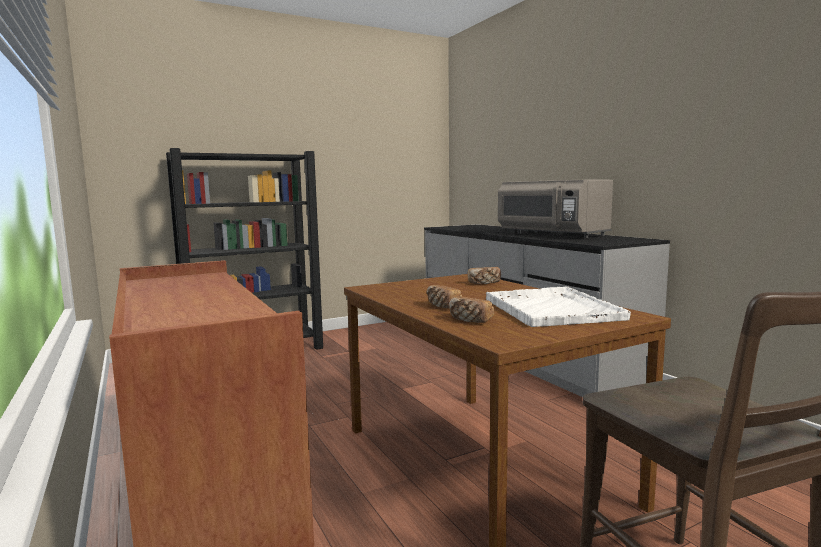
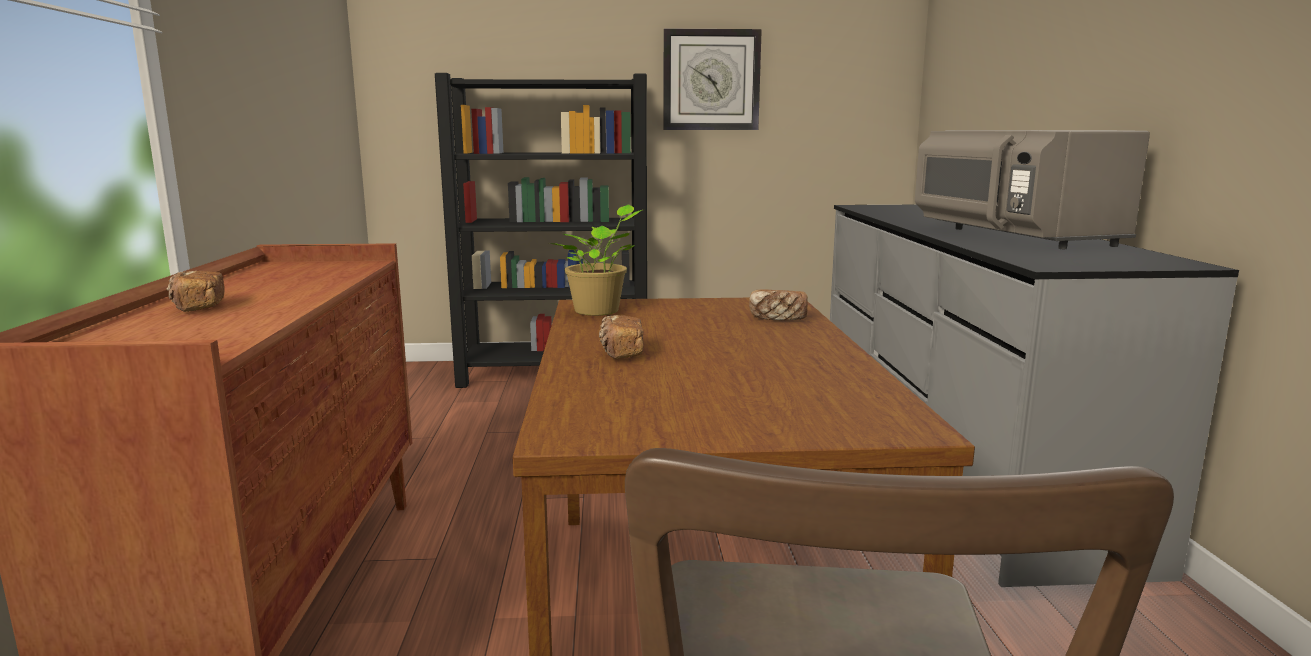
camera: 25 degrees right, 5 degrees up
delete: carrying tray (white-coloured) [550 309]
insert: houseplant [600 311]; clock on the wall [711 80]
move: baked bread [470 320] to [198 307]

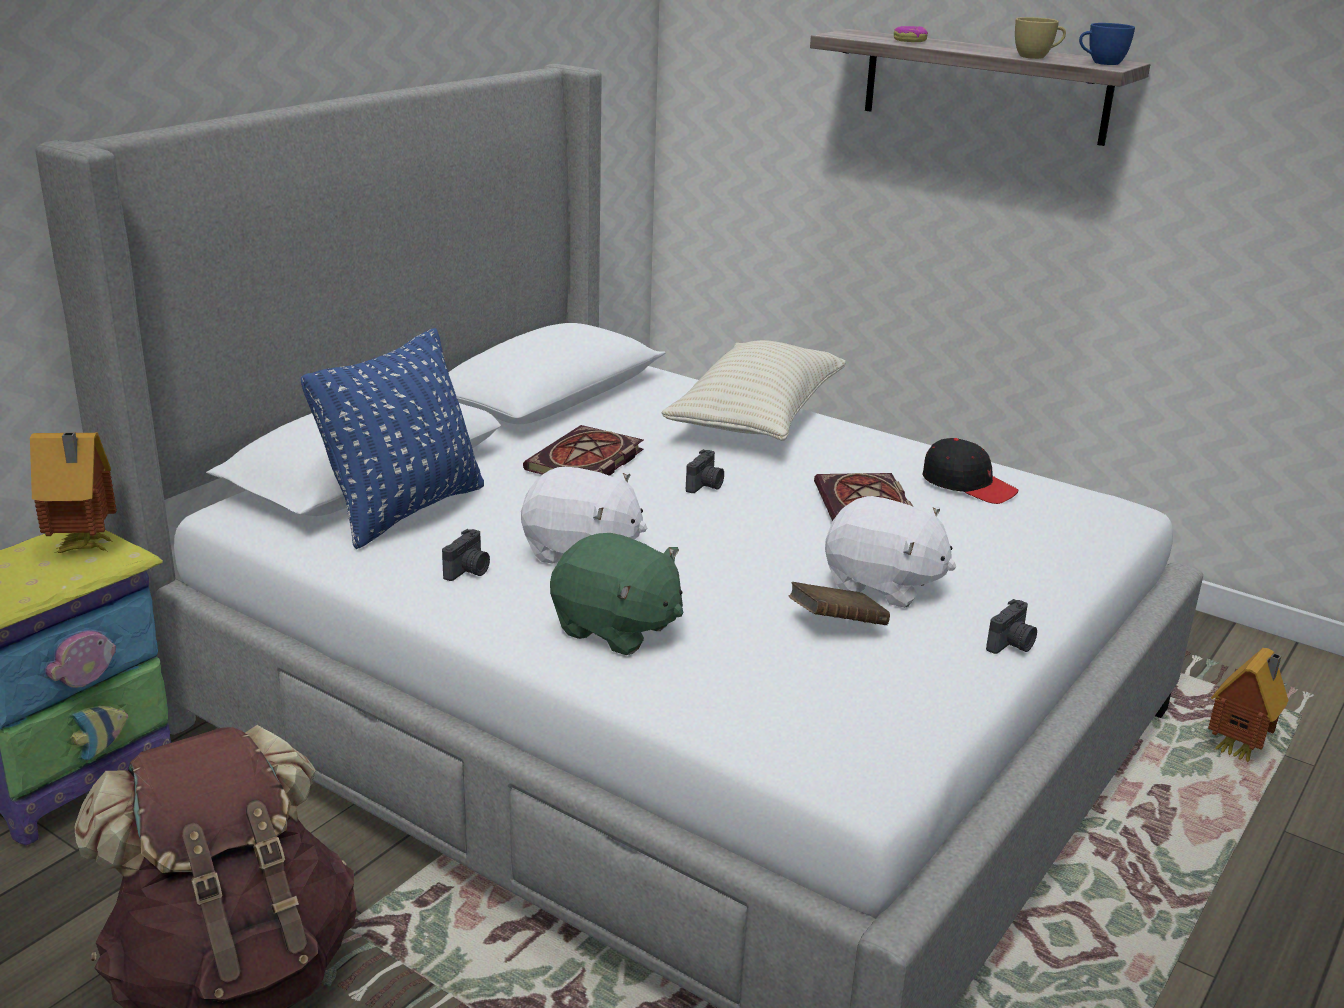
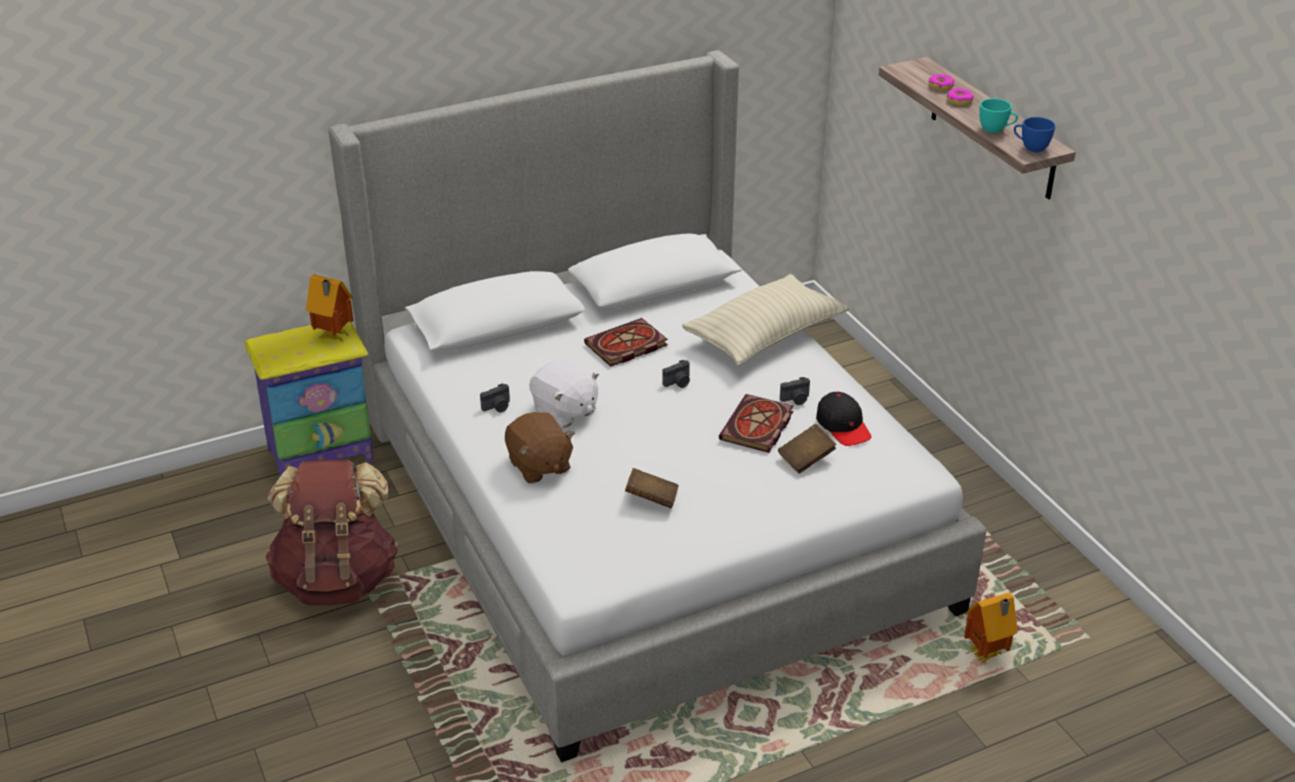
camera: 30 degrees right, 10 degrees up
delete: pillow (blue-coloured) [404 510]; cuddly toy (white-coloured) [883 585]
insert: bound book (brownish) [806 459]; doughnut [959 101]
move: still camera [1012 644] to [796 399]
recolor: cuddly toy (greenish) [616 629] to cuddly toy (brownish) [539 466]; cup (yellow-coloured) [1037 57] to cup (turquoise) [996 130]

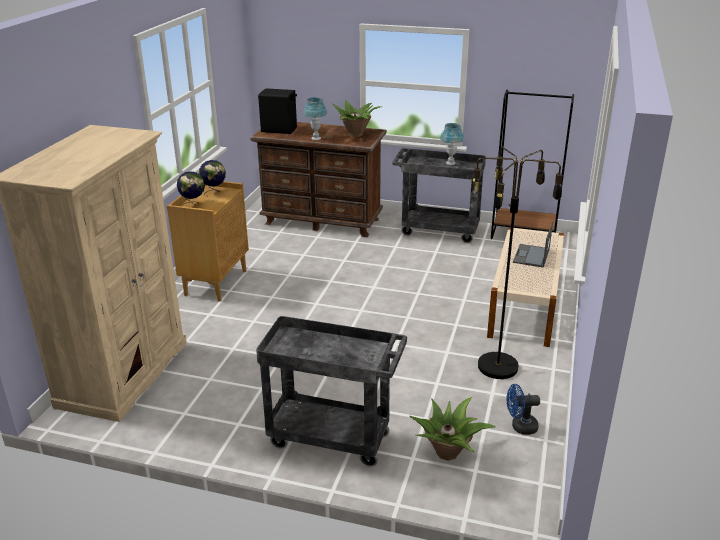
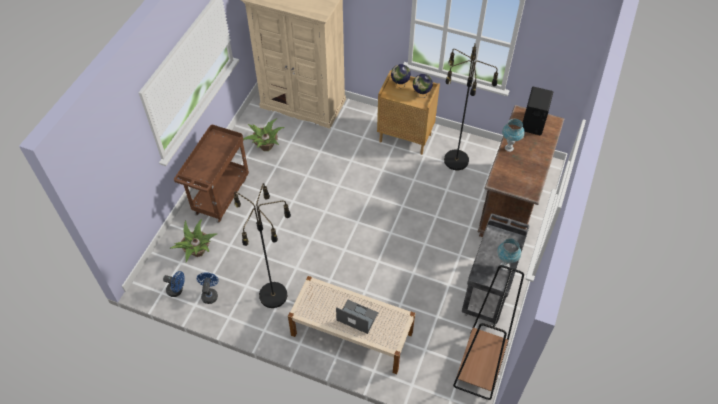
camera: 95 degrees right, 25 degrees up
insert: cooling fan (blue-coloured) [177 290]; standard lamp [455 160]
move: houseplant [356 134] to [265 147]
recolor: cart (grey) [335 442] to cart (brownish) [220 199]

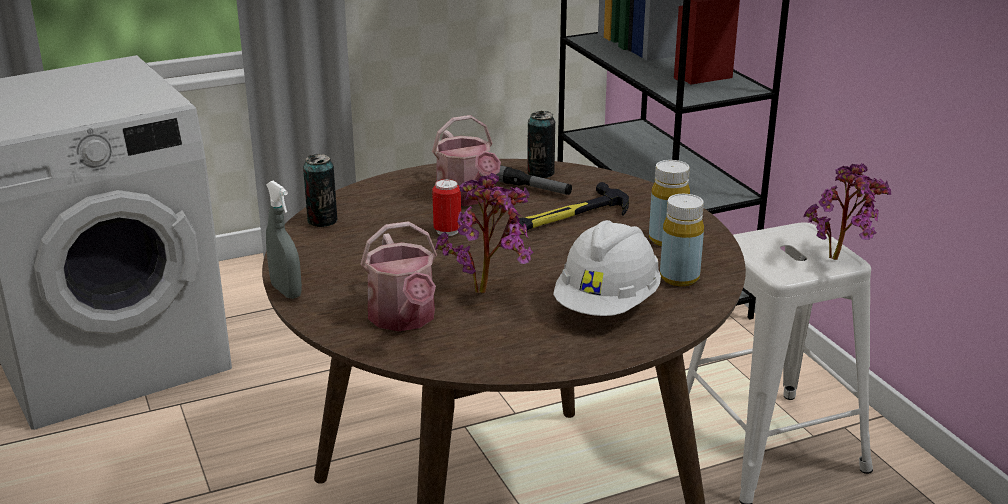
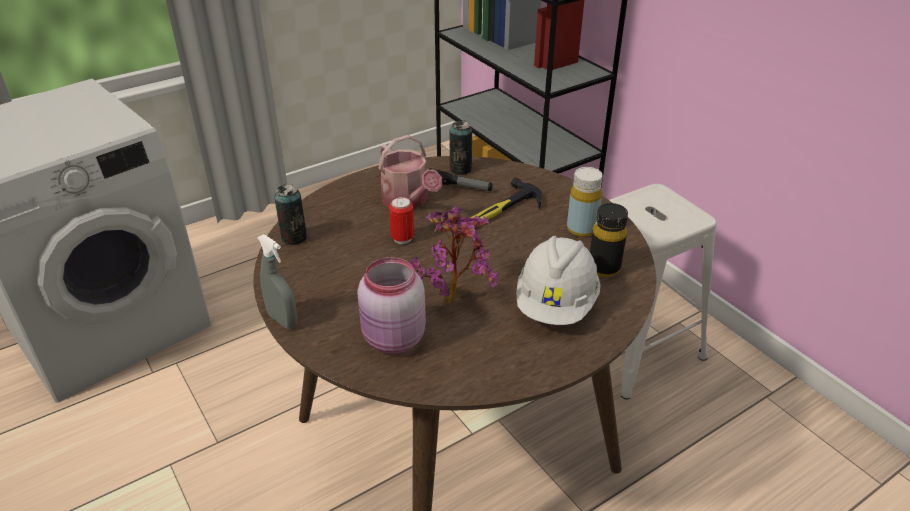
camera: 10 degrees left, 10 degrees up
delete: houseplant [841 259]
replace: sprinkling can [404 319] to preserve jar (pink) [393 340]
recolor: beverage bottle (yellow-coloured) [679 278] to beverage bottle (black-coloured) [604 268]

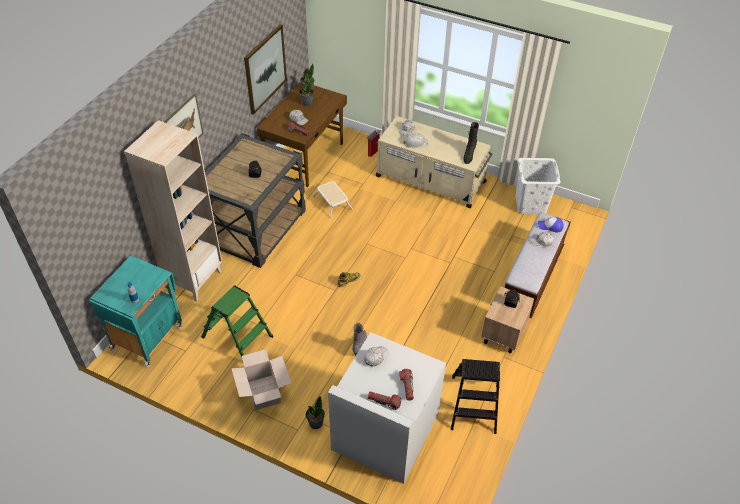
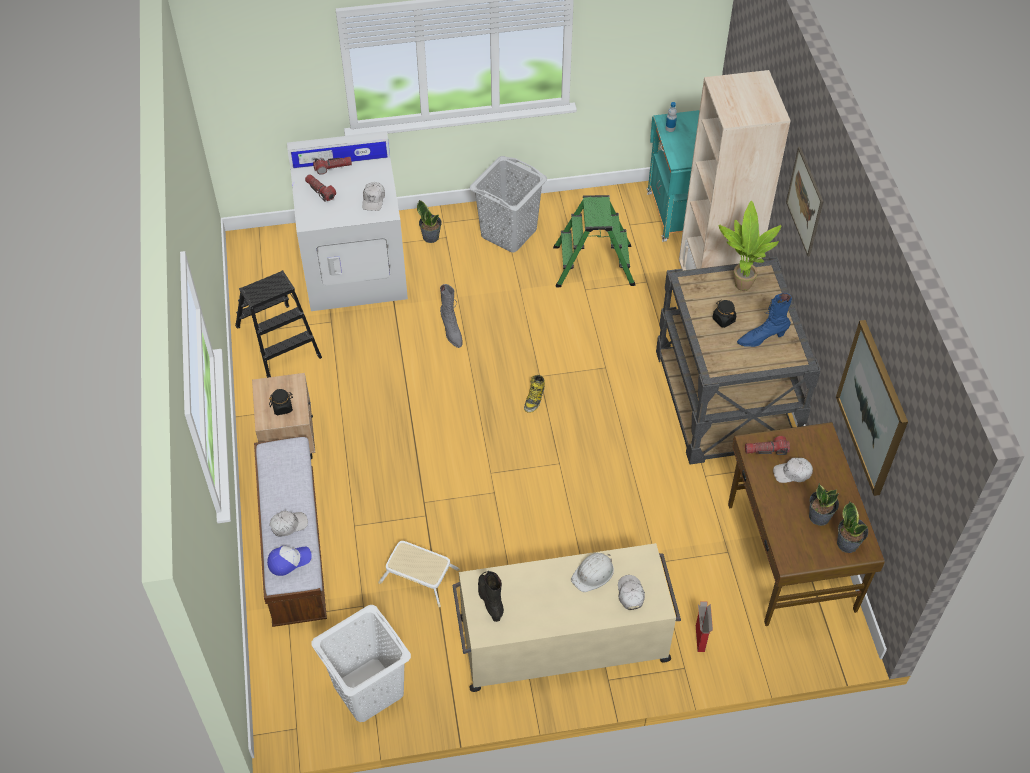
camera: 145 degrees right, 5 degrees up
insert: houseplant [739 285]; tall boot (blue-coloured) [761 338]
move: stepladder (sand-coloured) [333 203] to [419 576]
replace: carton [263 392] to washing basket (grey) [509 233]

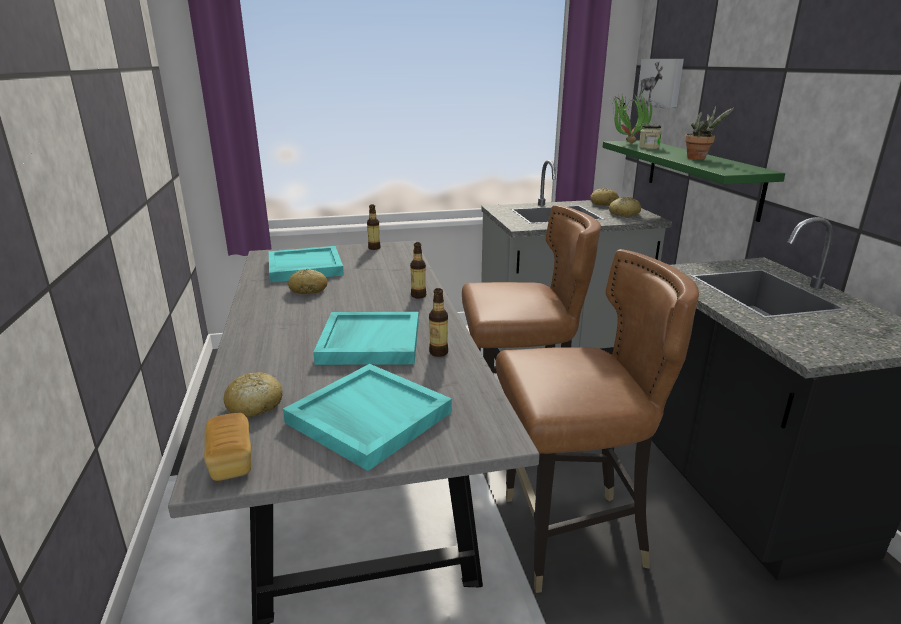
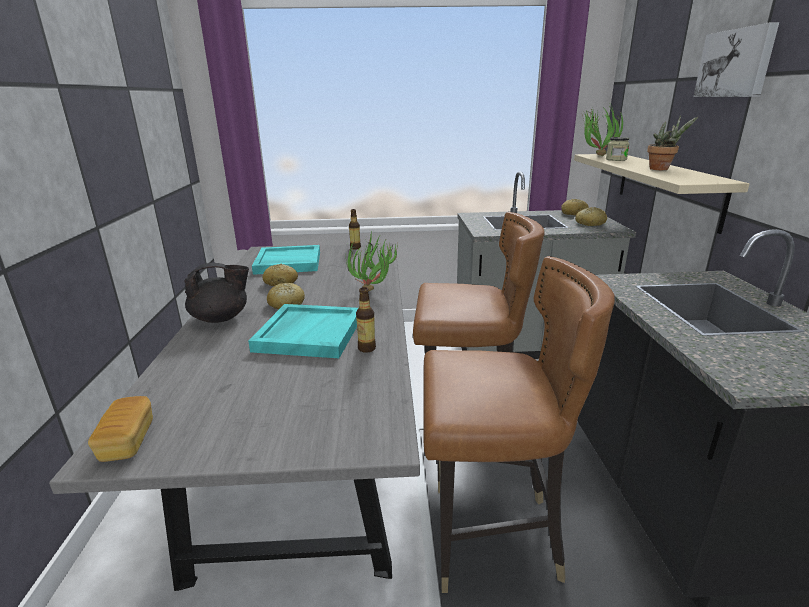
camera: 10 degrees right, 0 degrees up
delete: carrying tray (turquoise) [367 417]
insert: tea pot (black-coloured) [221 318]
move: baked bread [254 405] to [286 304]; wall art [661 83] to [736 63]
replace: beverage bottle [418 295] to houseplant [373 292]
recolor: shelf (greenish) [701 176] to shelf (sand-coloured) [667 188]

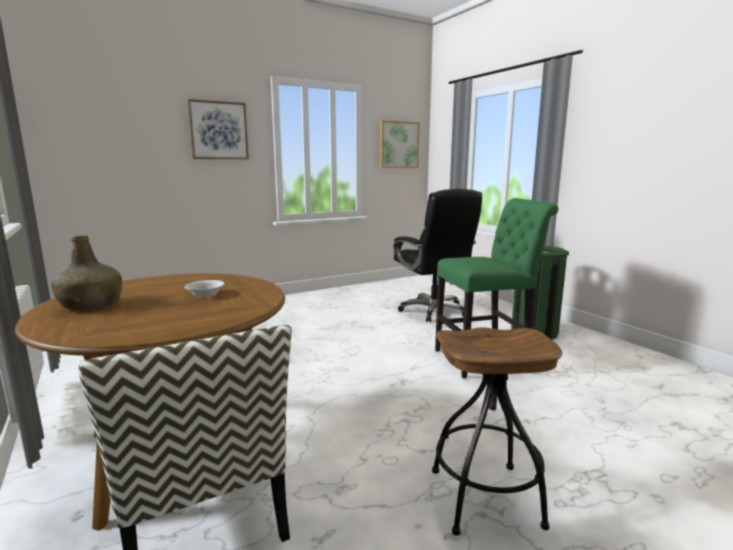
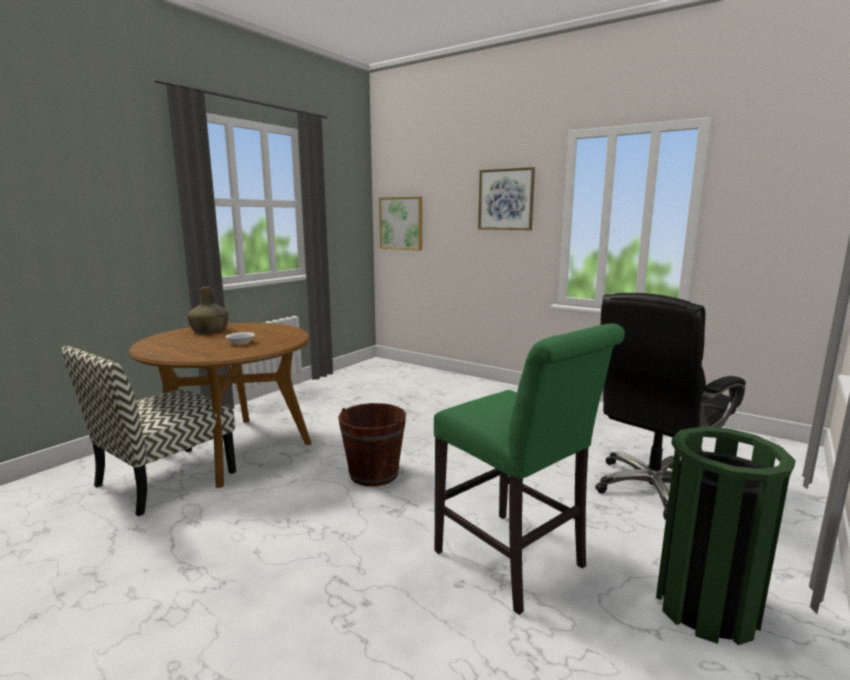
camera: 65 degrees right, 0 degrees up
delete: sitting stool (brownish) [484 496]
insert: pail (brownish) [374 474]
move: wall art [398 145] to [401 223]

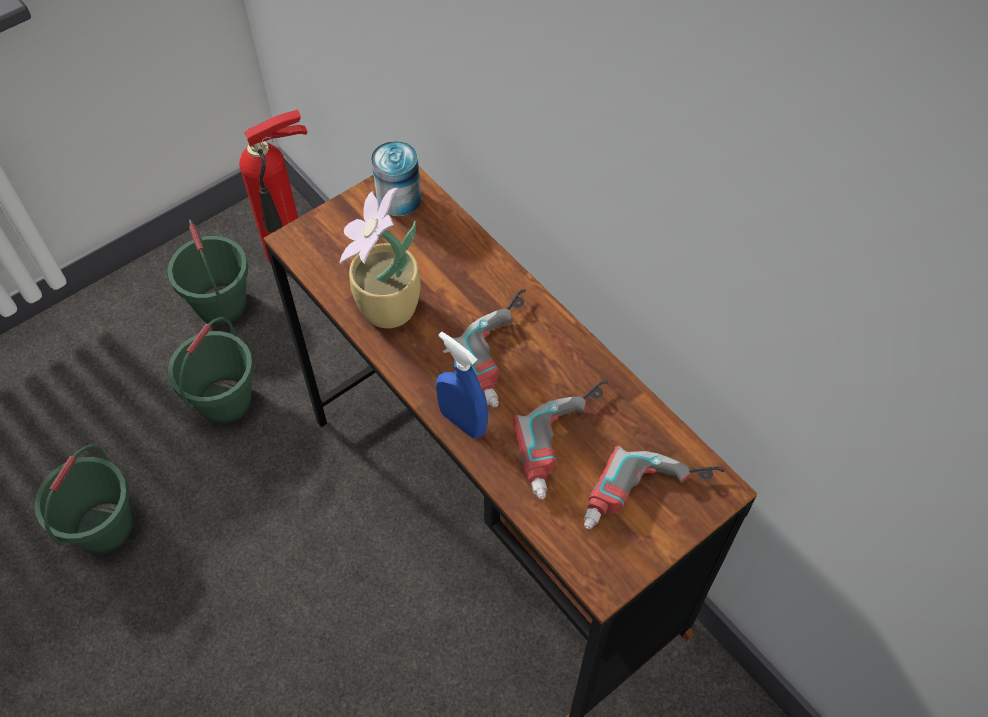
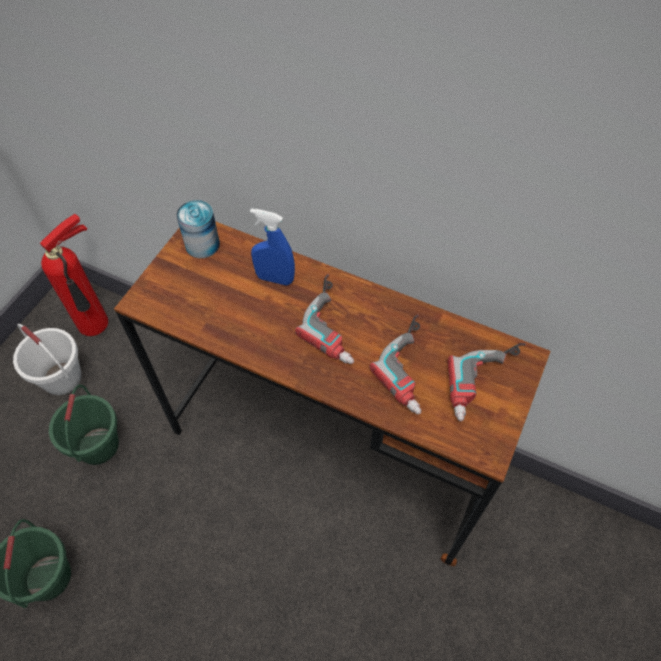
camera: 25 degrees left, 0 degrees up
delete: houseplant [387 311]
move: spray bottle (blue-coloured) [462 422] to [275 279]
recolor: pail (greenish) [222 304] to pail (white-coloured) [62 378]

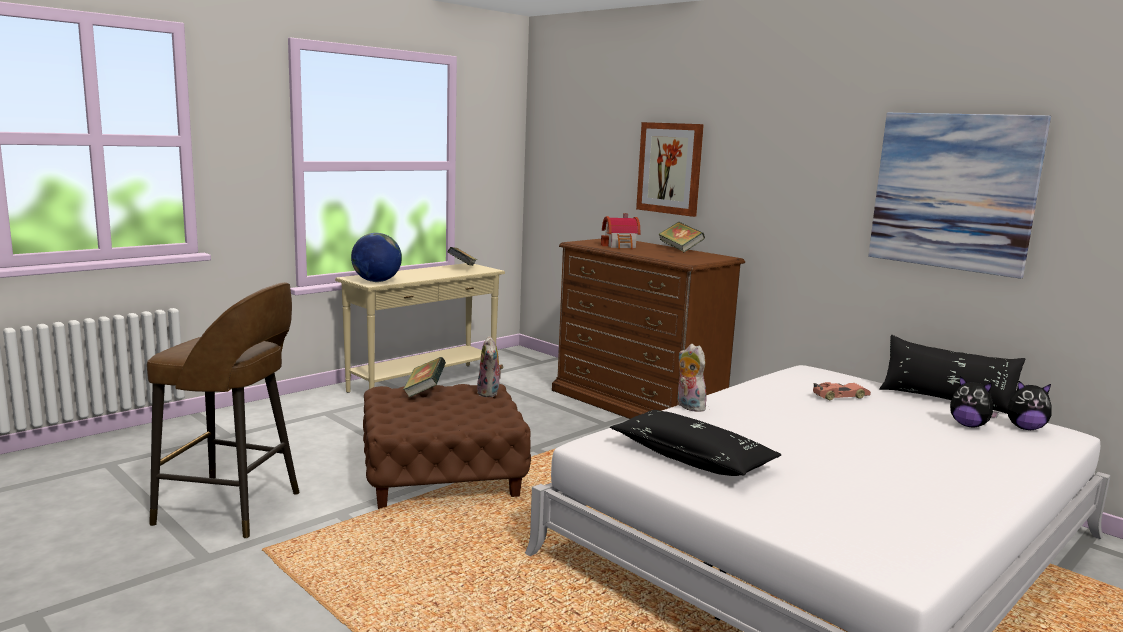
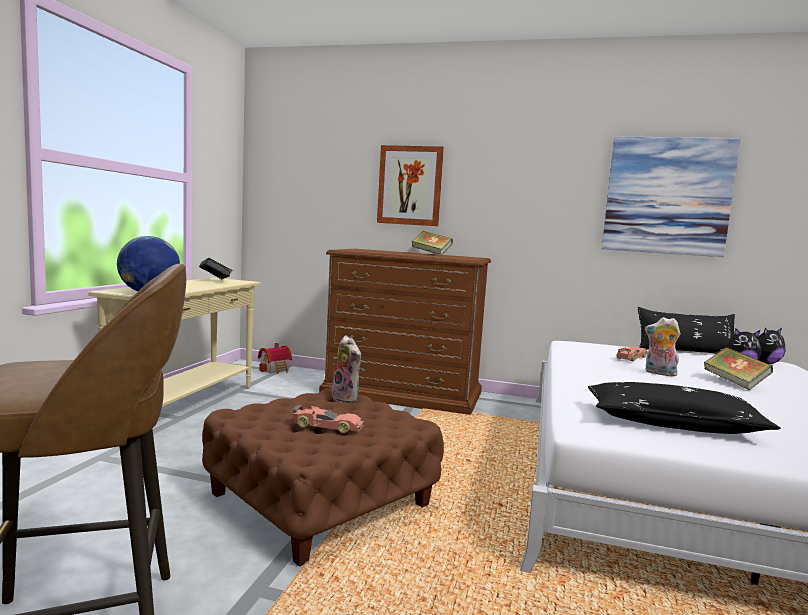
camera: 30 degrees left, 5 degrees down
insert: model car [327 426]
move: bound book [424 391] to [735 383]; miniature house [621 246] to [276 369]; cuddly toy [688 406] to [659 373]

